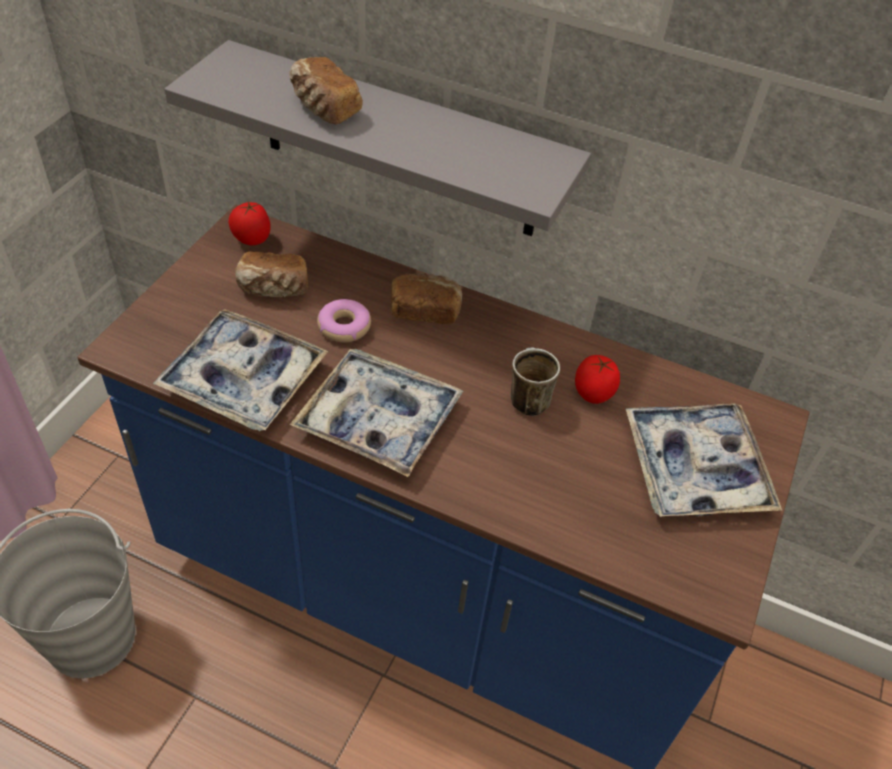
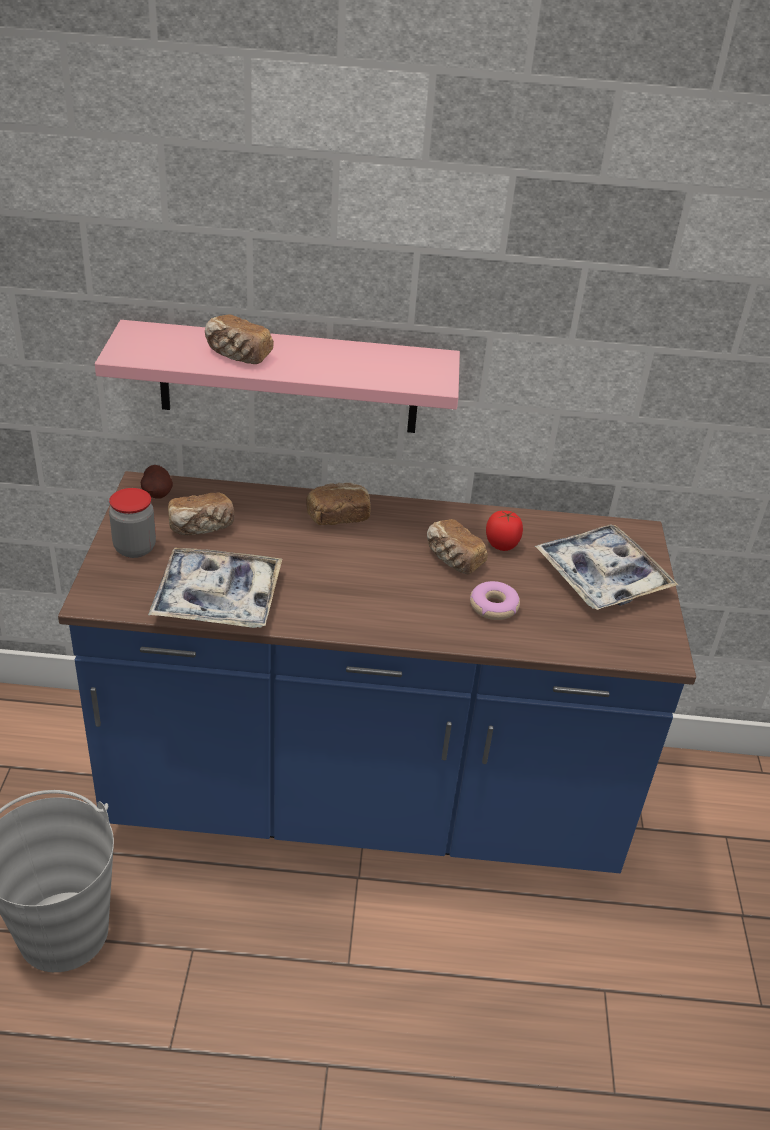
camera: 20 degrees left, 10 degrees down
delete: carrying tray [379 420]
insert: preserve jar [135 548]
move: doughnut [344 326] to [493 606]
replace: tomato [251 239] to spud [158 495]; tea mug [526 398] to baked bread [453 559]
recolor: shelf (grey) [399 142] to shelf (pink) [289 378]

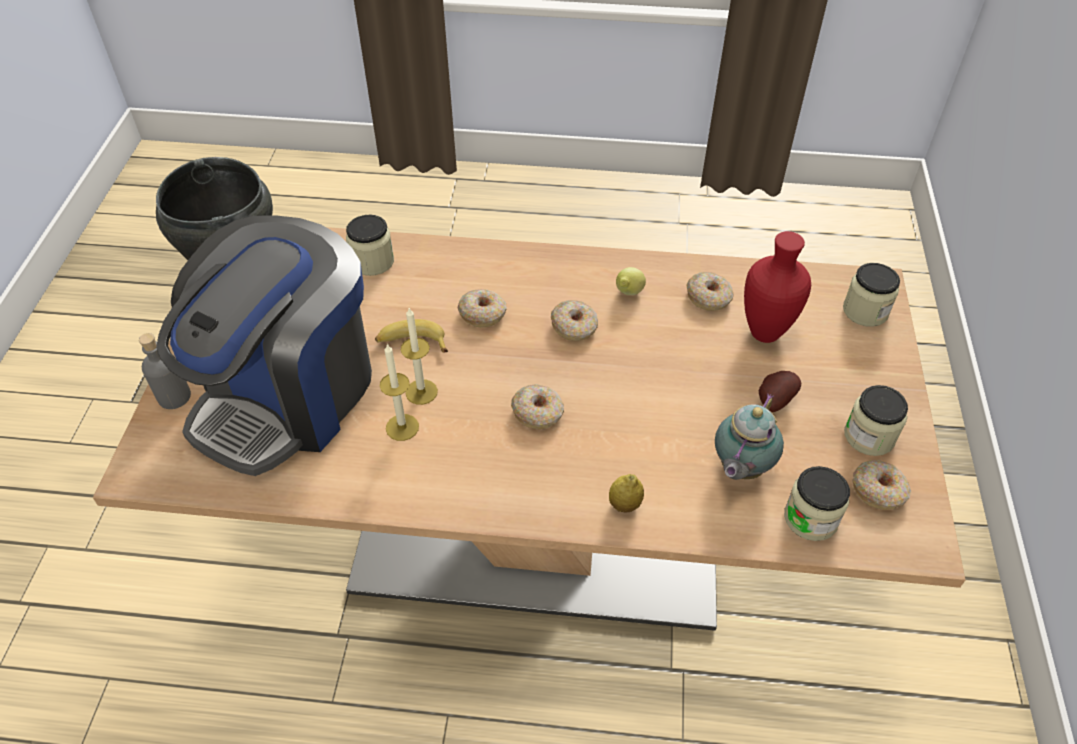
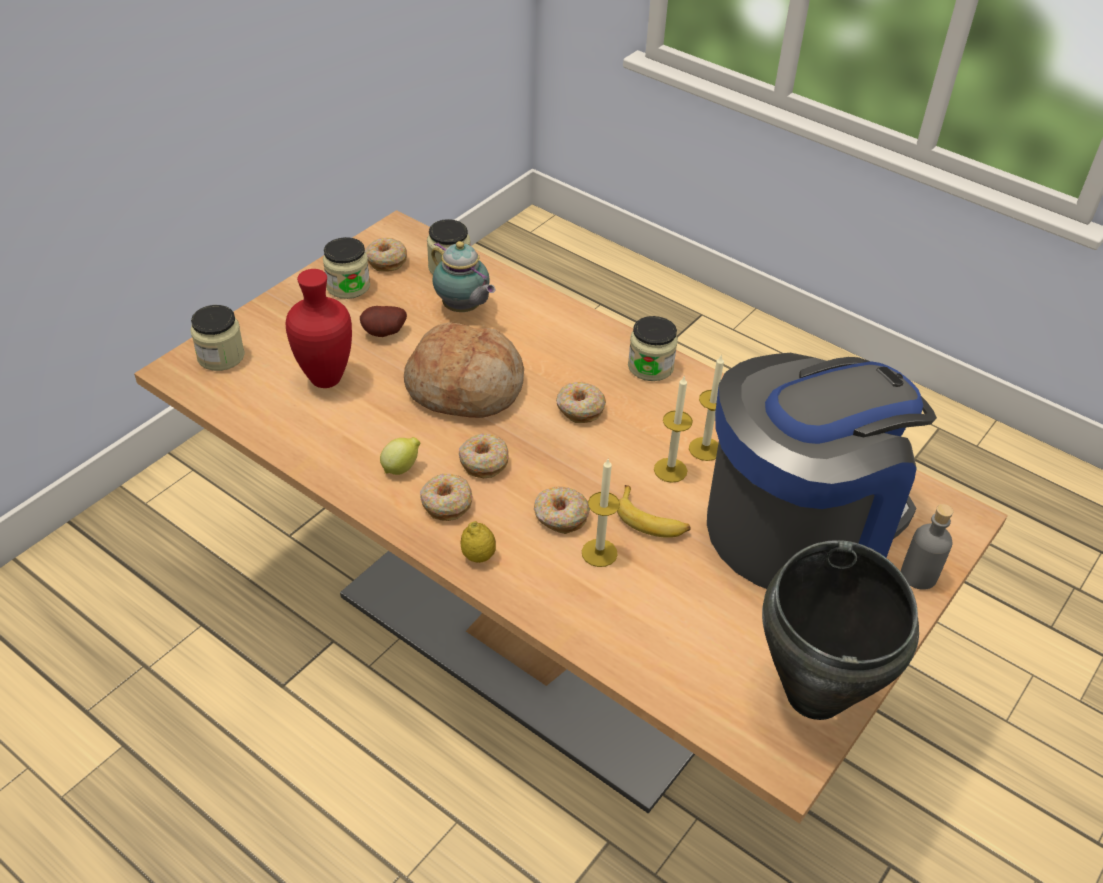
camera: 150 degrees left, 5 degrees down
insert: baked bread [466 387]; wax candle [599 553]
move: preserve jar [372 261] to [650 367]; whole lemon [624 504] to [478 556]; doughnut [709 297] to [446 503]
rotate: tea pot [739 469] = [463 309] 75 degrees clockwise

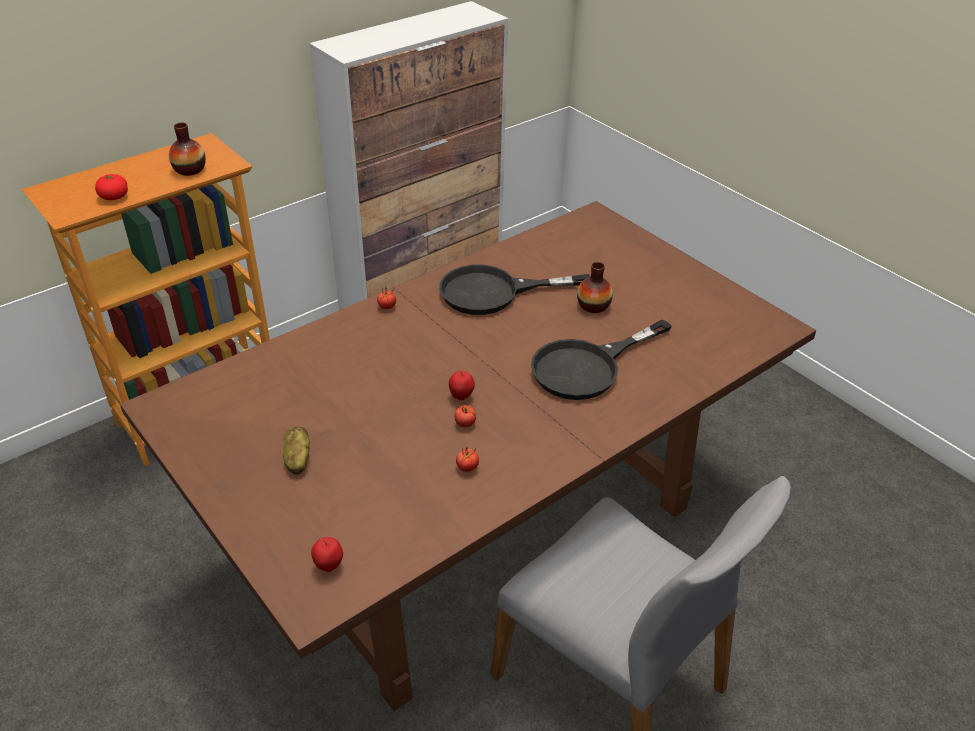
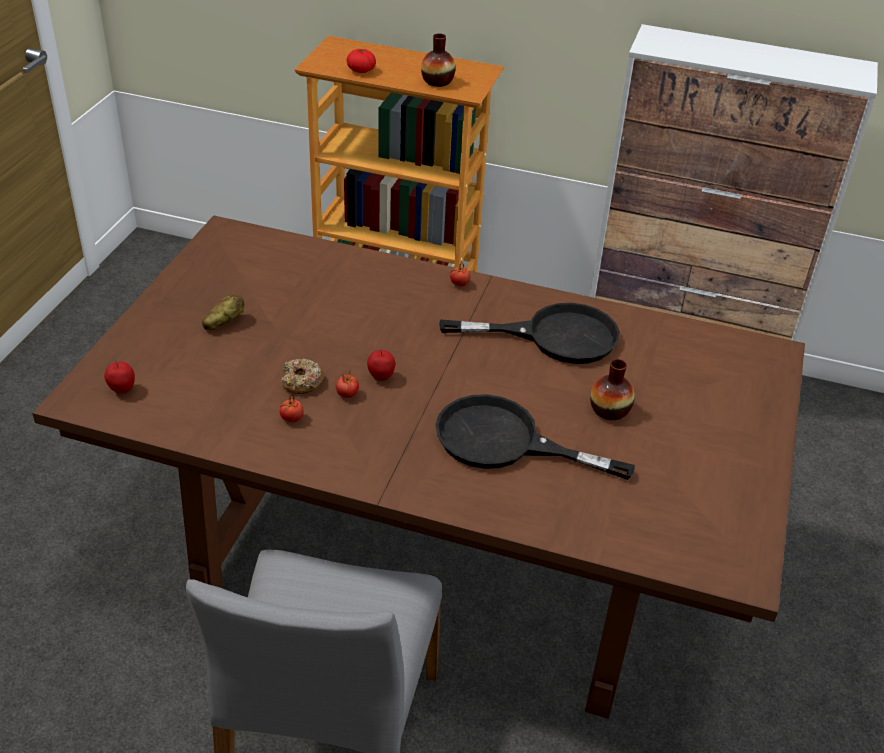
camera: 55 degrees right, 0 degrees up
insert: doughnut [301 382]
rotate: skillet (black-coloured) [494 292] = [554 336] 135 degrees clockwise

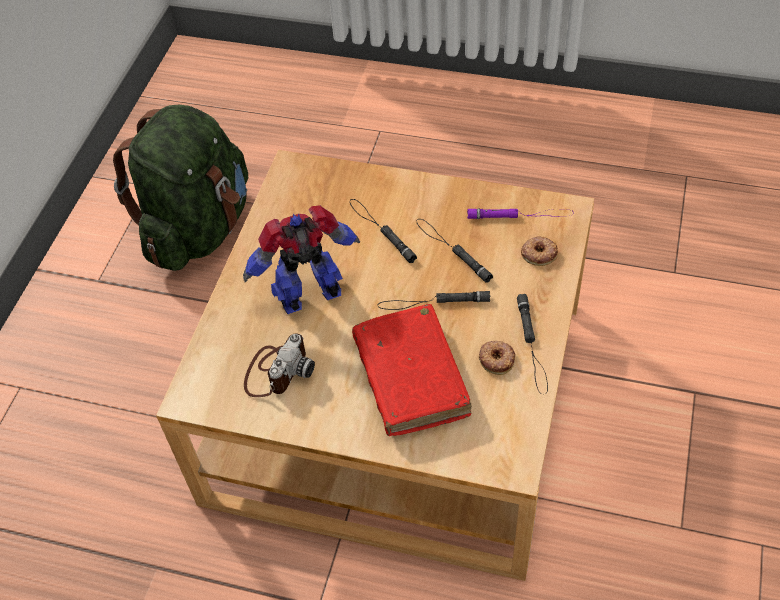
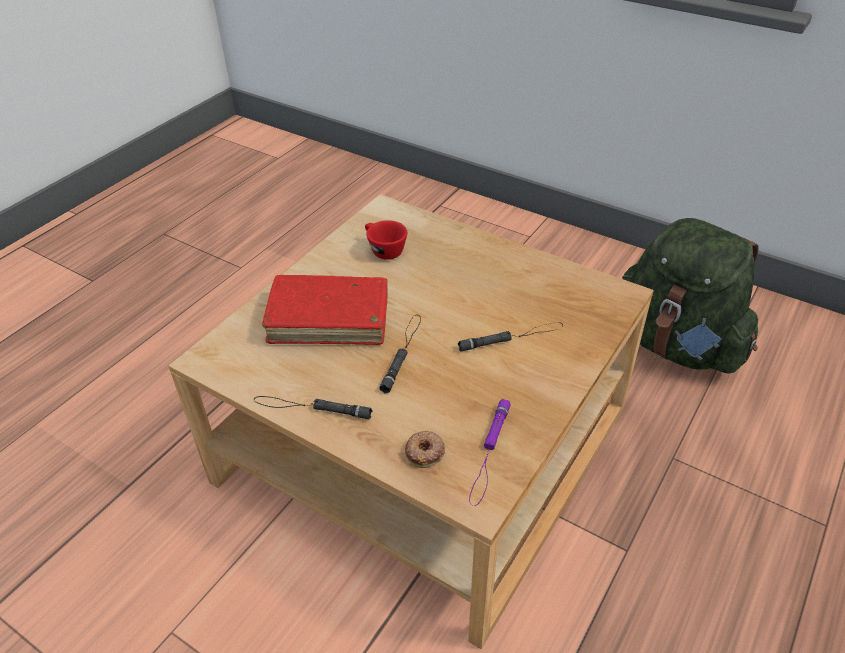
camera: 105 degrees right, 10 degrees down
delete: model robot [311 295]; hand torch (black-coloured) [452 250]; doughnut [497 359]
replace: still camera [277 370] to cup (reddish) [383 250]

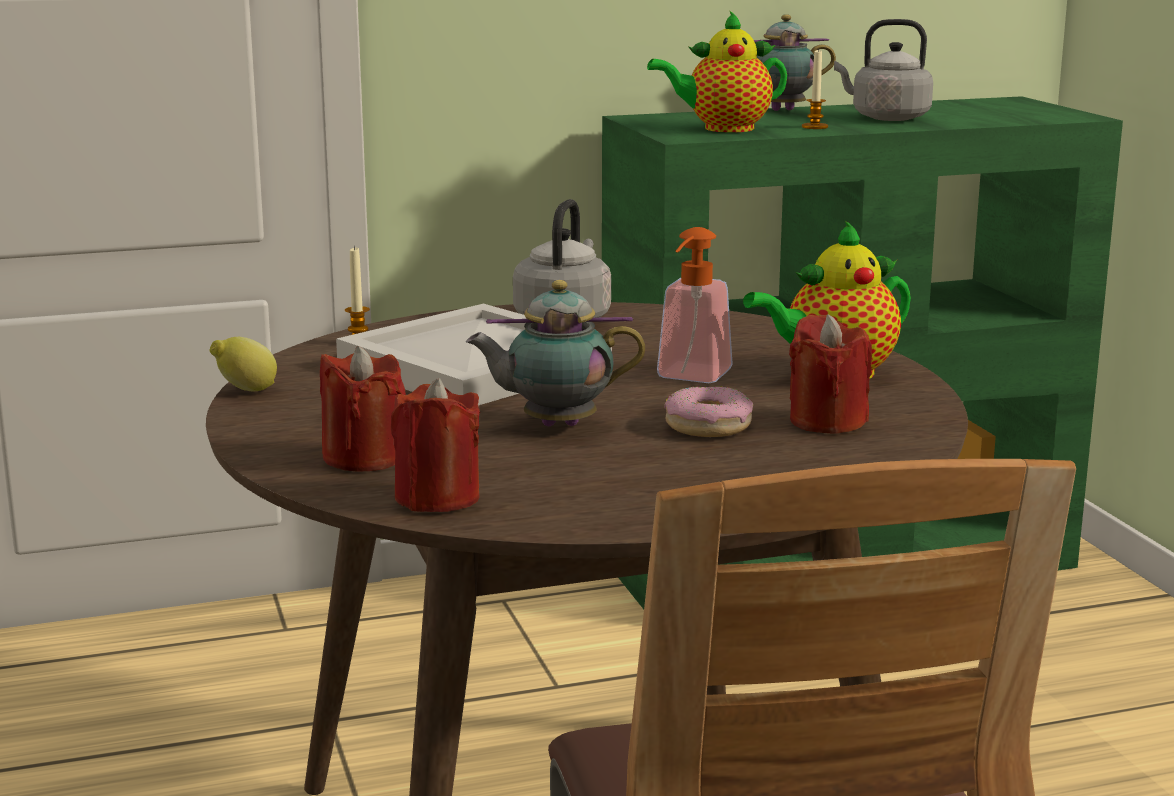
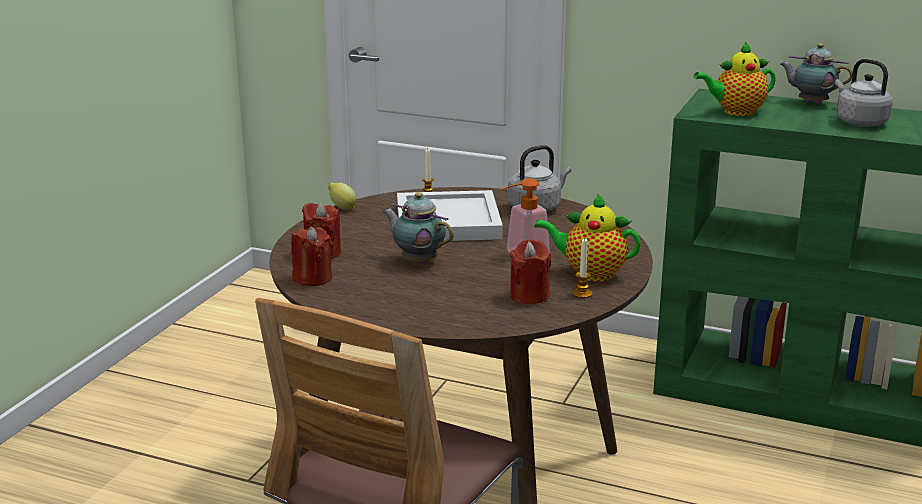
camera: 40 degrees right, 5 degrees up
delete: doughnut [708 426]
move: wax candle [814 127] to [582 294]
rotate: tea pot [722 129] = [735 112] 45 degrees counterclockwise

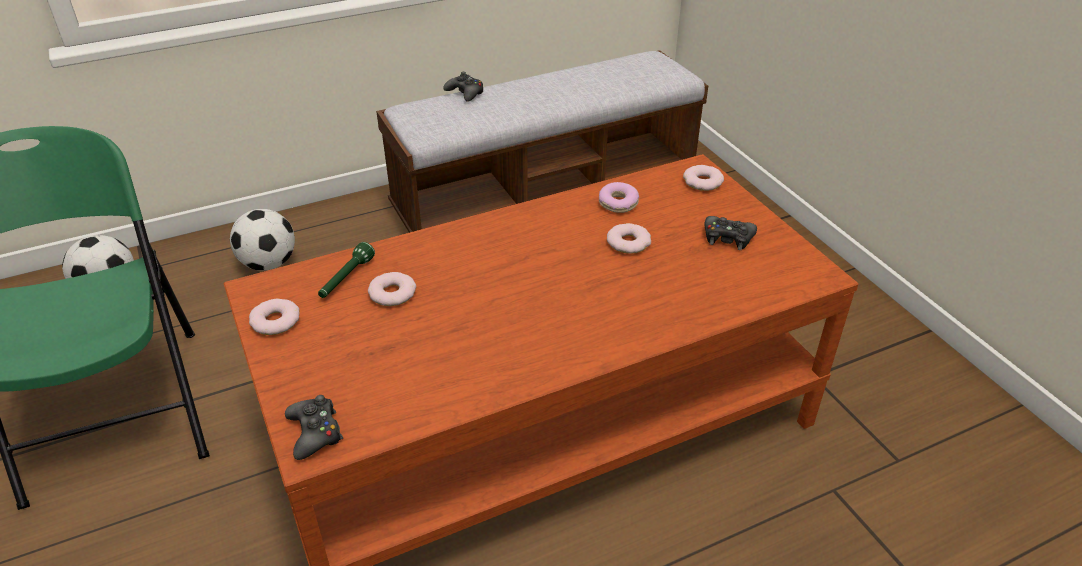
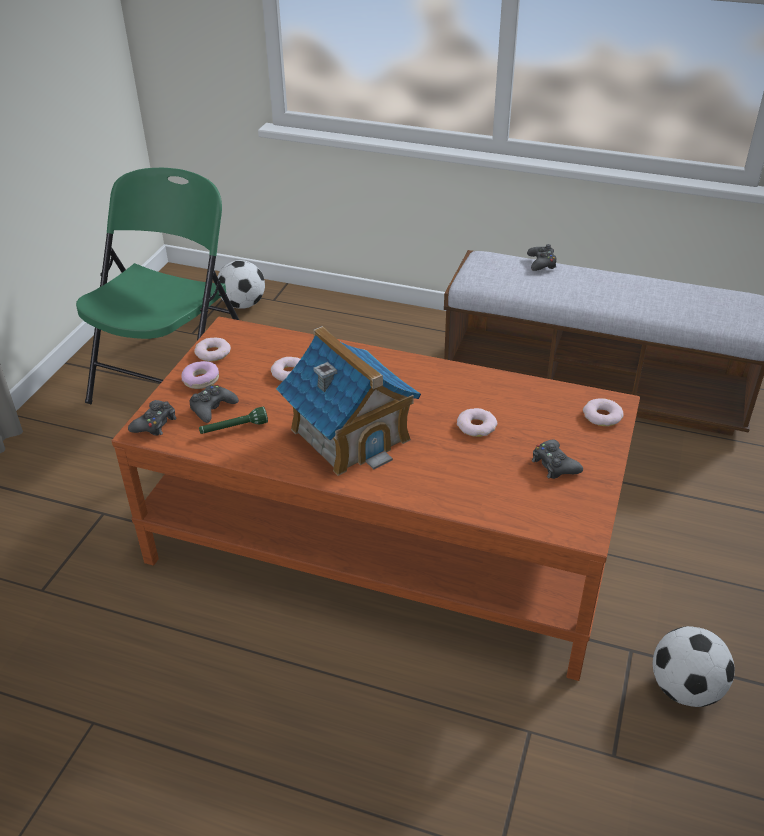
camera: 45 degrees right, 0 degrees up
insert: joypad (black-coloured) [212 408]; miniature house [350 434]
move: ball for football [268 264] to [684 689]; hand torch (greenish) [346 279] to [233 428]; doughnut [618 203] to [201 380]

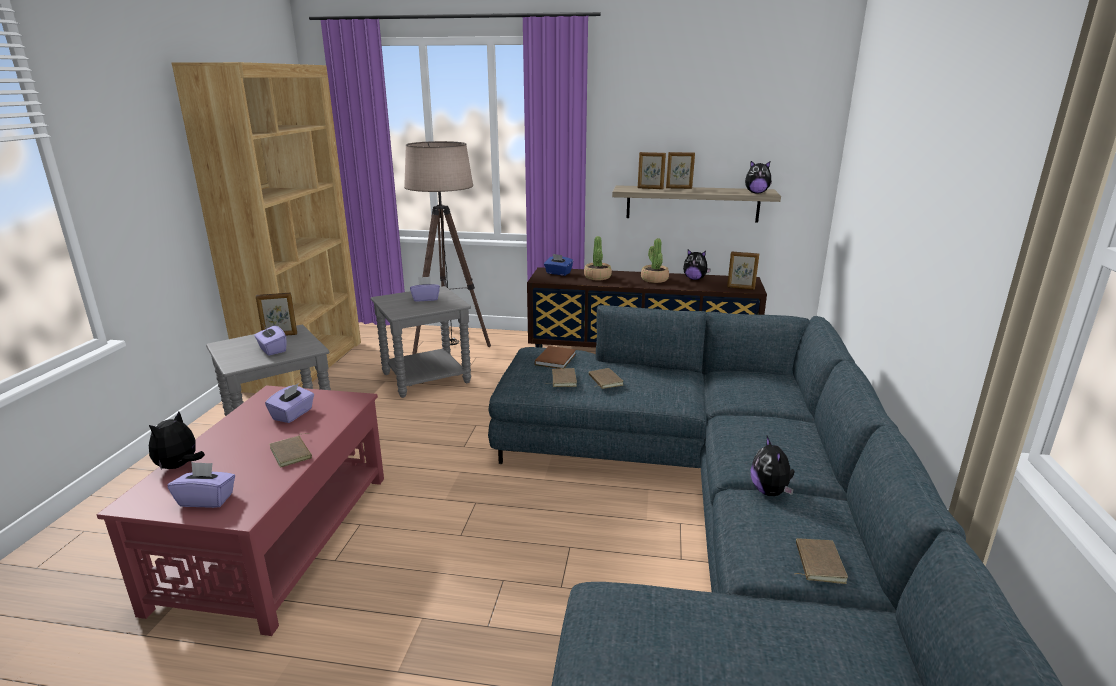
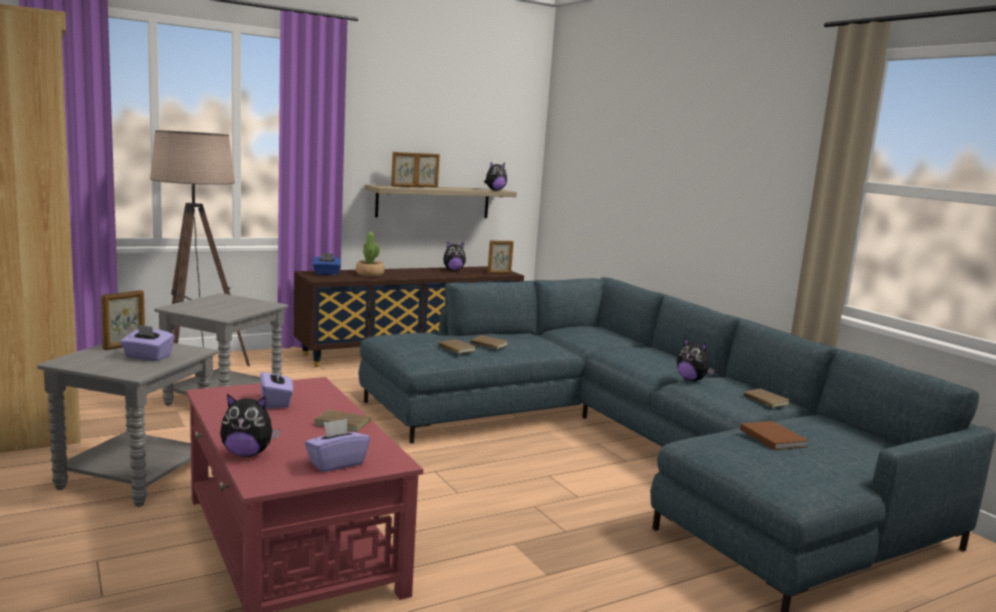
camera: 40 degrees left, 10 degrees down
delete: tissue holder (purple) [425 299]; houseplant [654 279]
move: bound book (brownish) [556 359] to [772 437]
rotate: cuddly toy [179 466] = [247 454] 75 degrees counterclockwise

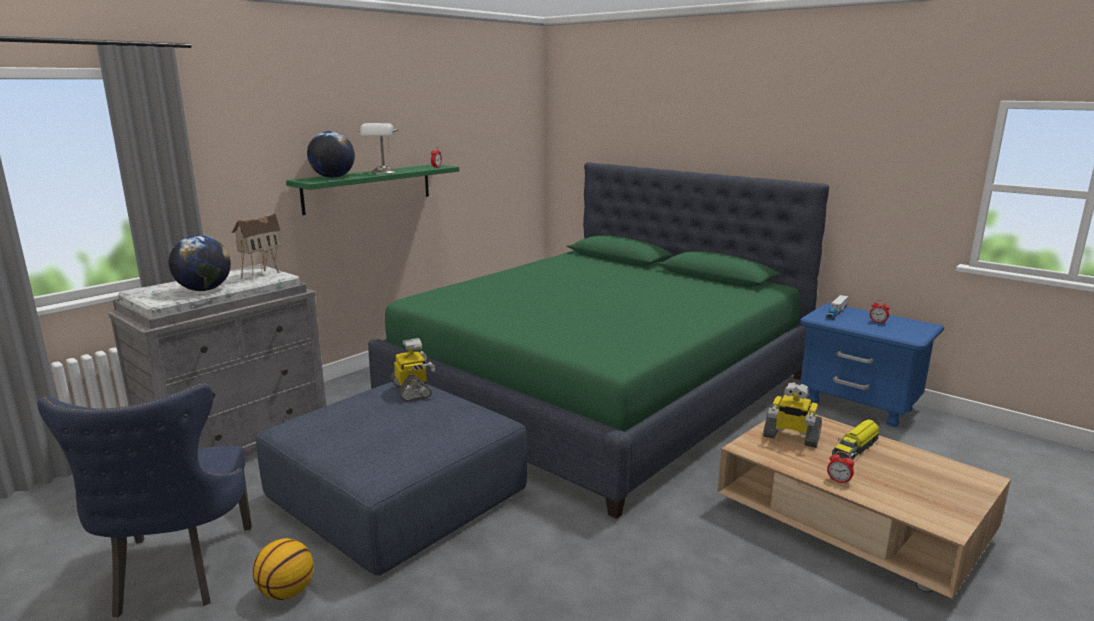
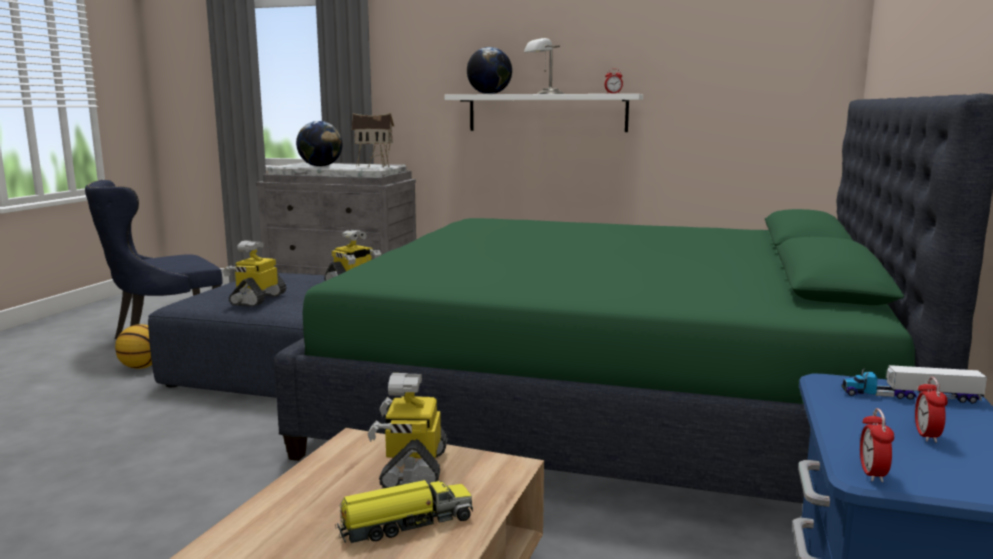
camera: 65 degrees right, 5 degrees down
insert: model robot [257 299]
move: table clock [838 481] to [872 474]
recolor: shelf (greenish) [368 188] to shelf (white-coloured) [547 113]
rotate: toy truck [855 448] = [405 524] 135 degrees clockwise

